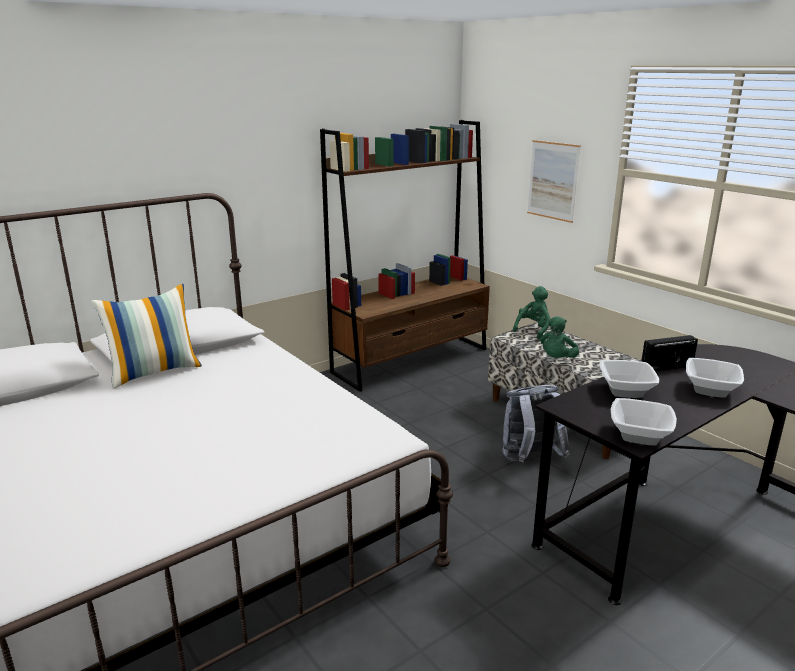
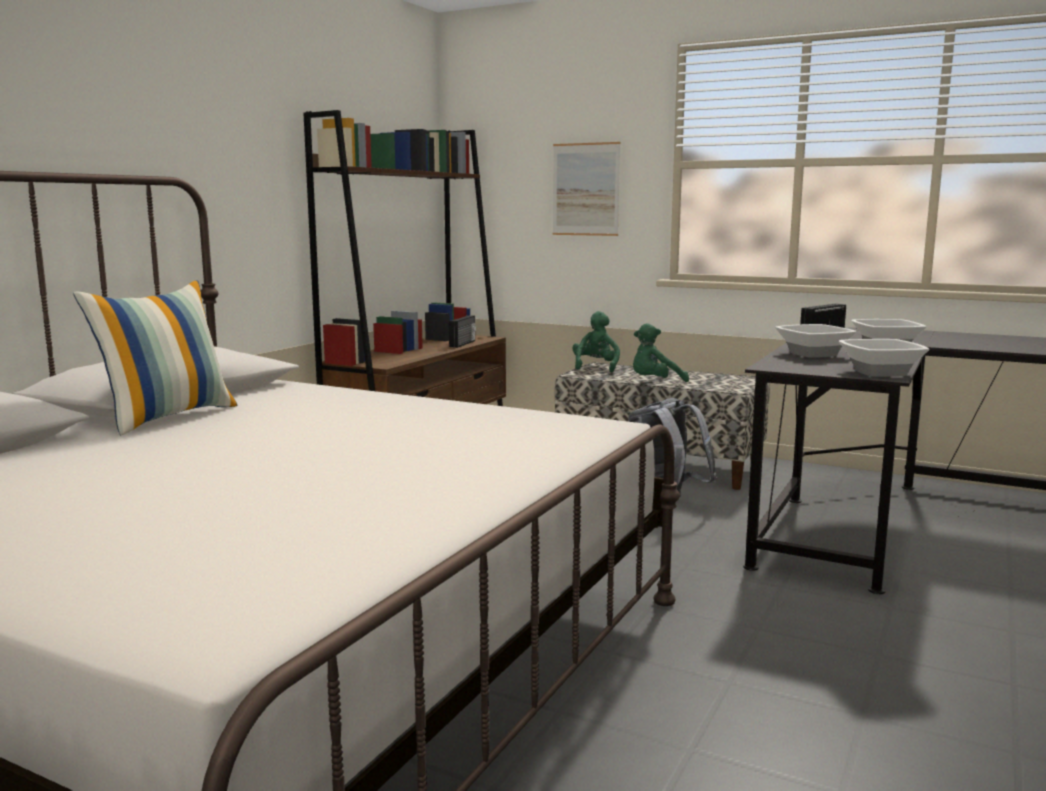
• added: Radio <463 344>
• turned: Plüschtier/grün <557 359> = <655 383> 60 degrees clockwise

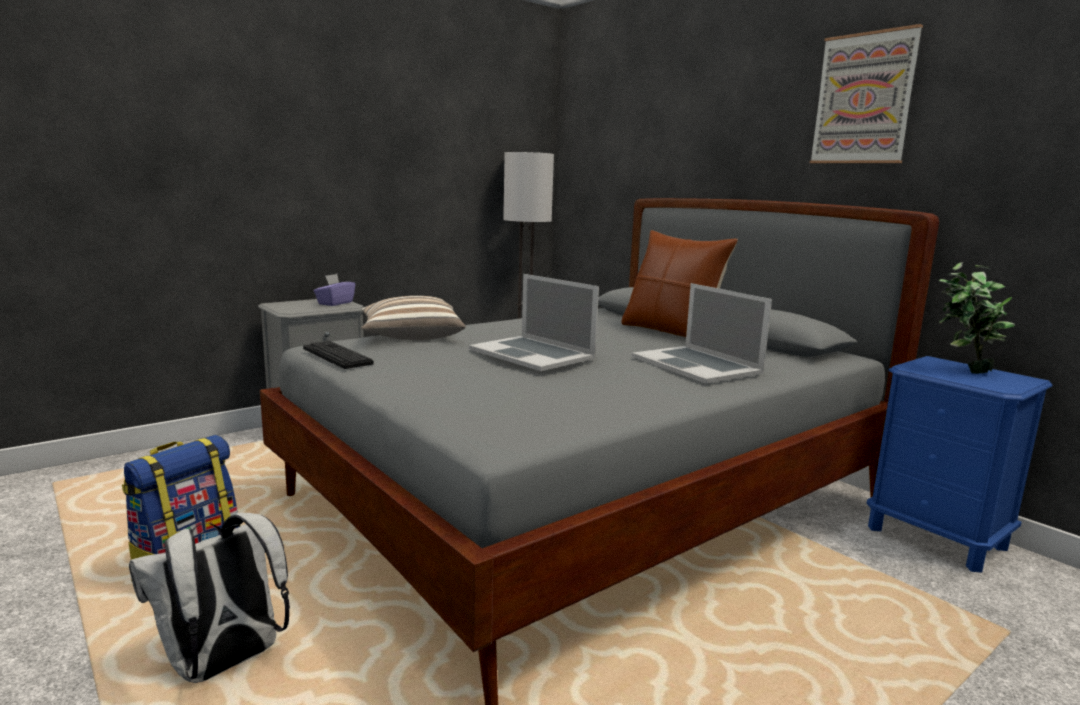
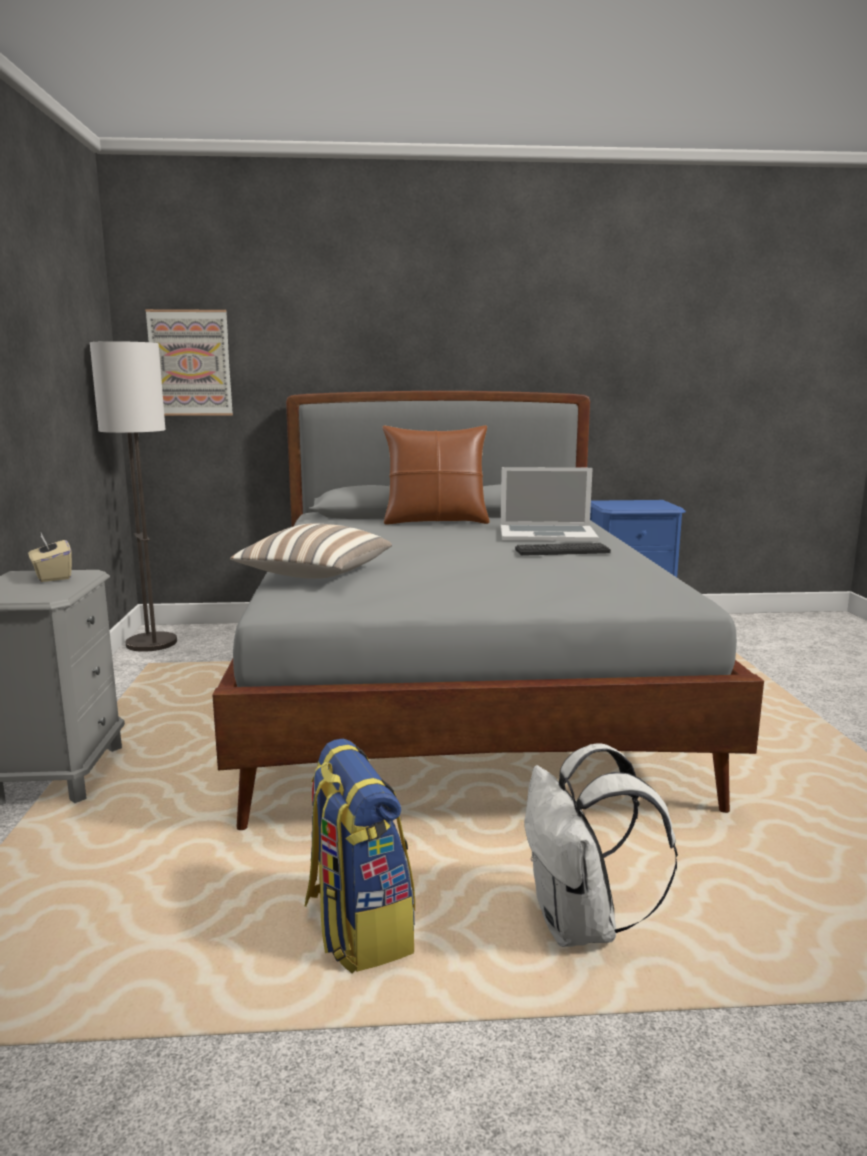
• recoloured: Taschentuchbox/lila <335 303> to Taschentuchbox/beige <52 576>
• moved: Bild <863 99> to <190 363>
• moved: Tastatur <337 356> to <562 551>
• removed: Laptop <532 353>
• removed: Topfpflanze <963 371>

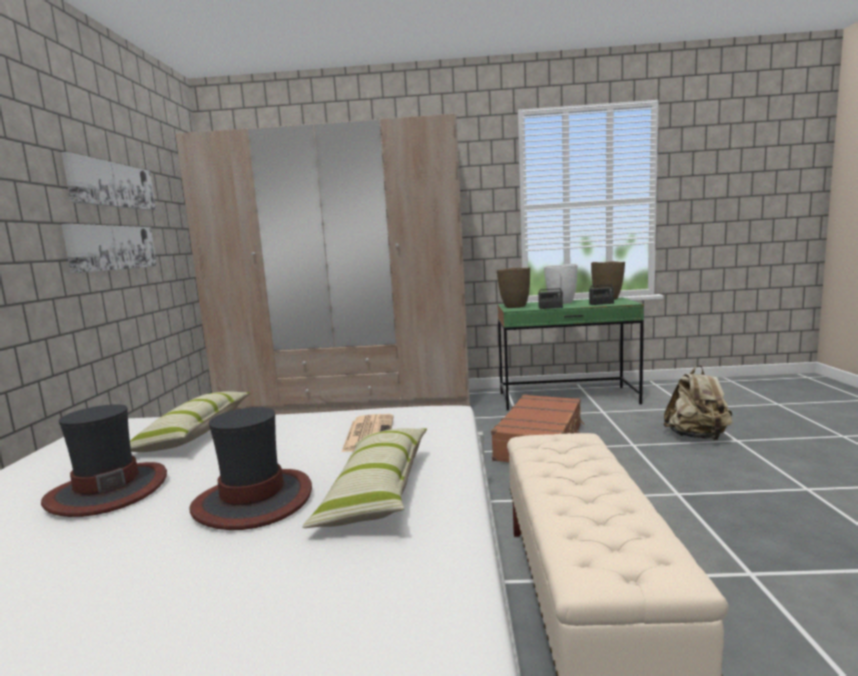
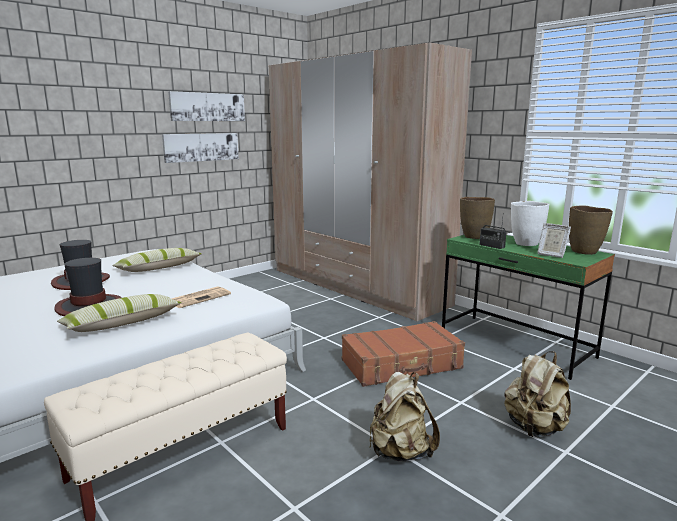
• added: Rucksack/beige <400 452>
• replaced: Radio <601 303> to Bilderrahmen <551 255>

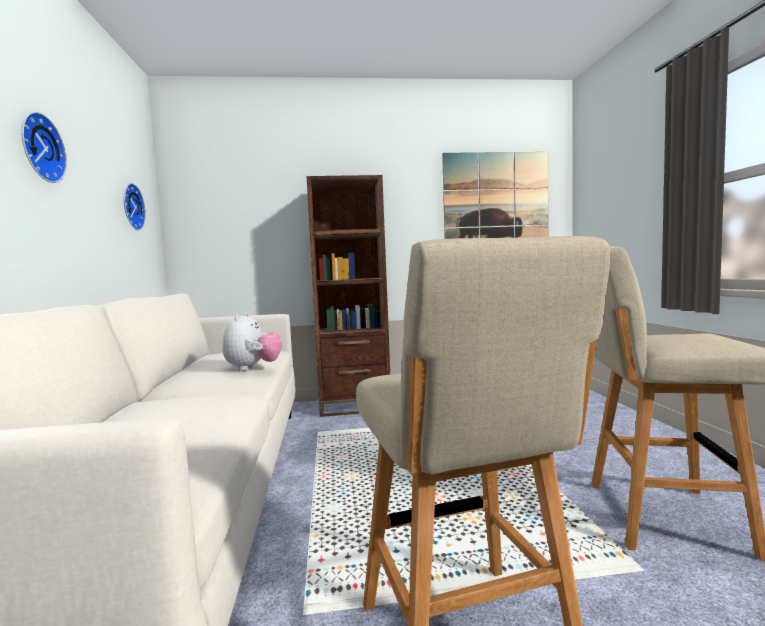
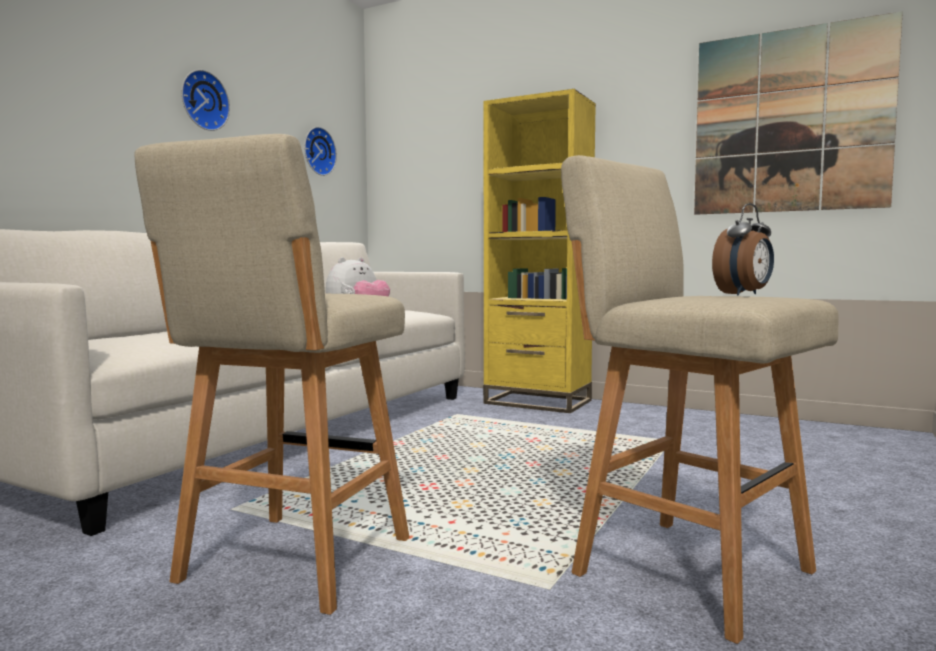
• recoloured: Bücherregal/braun <355 406> to Bücherregal/gelb <537 402>
• added: Wecker <744 294>

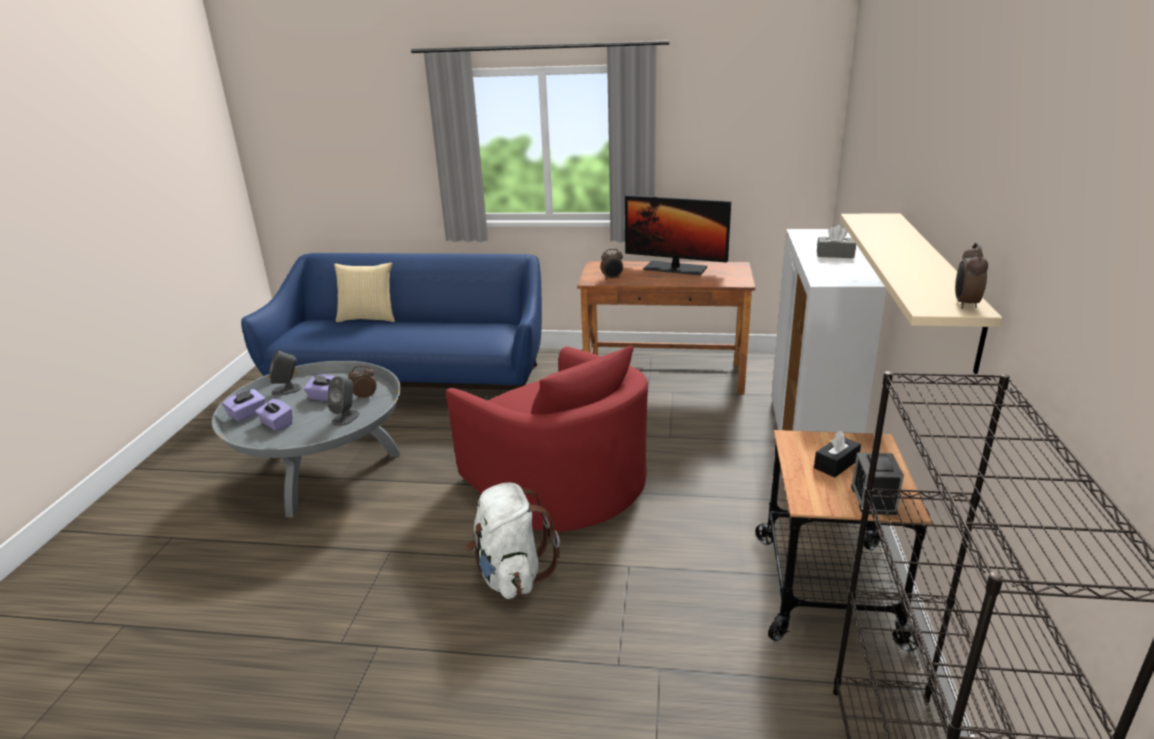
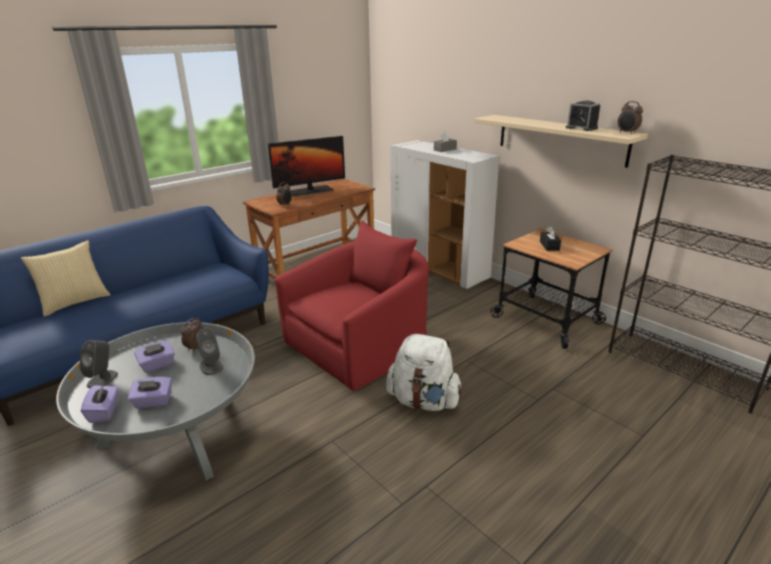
• turned: Sessel/rot <558 483> = <361 346> 45 degrees counterclockwise
• moved: Wecker <873 499> to <581 128>

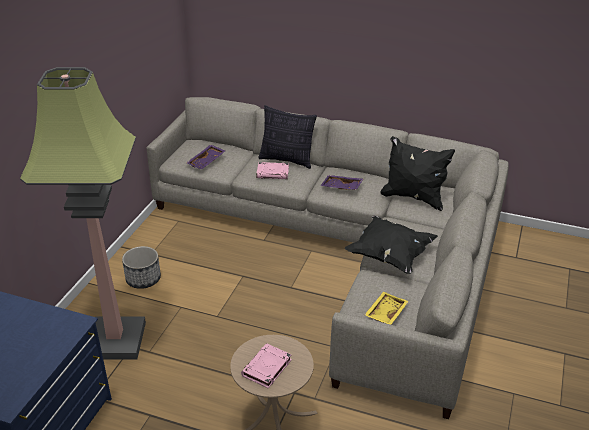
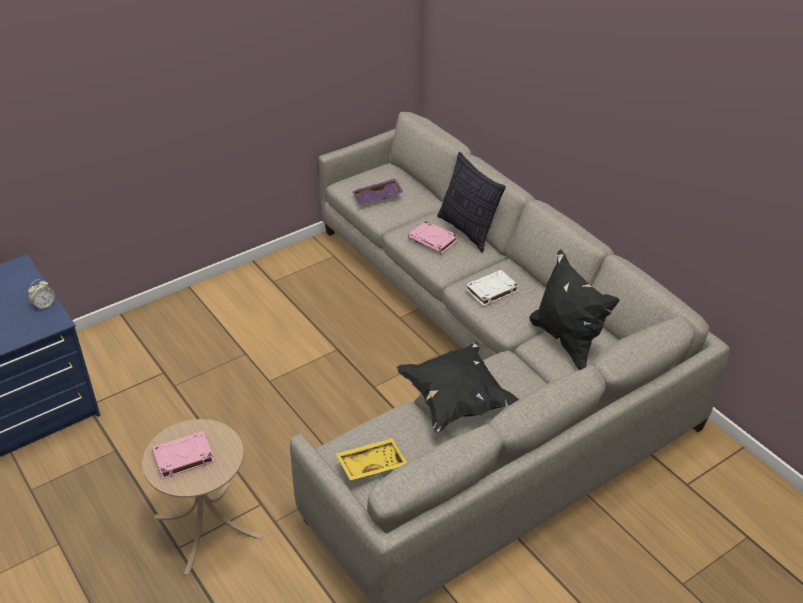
• added: Wecker <44 305>
• replaced: Tablett/lila <341 187> to Buch/weiß <491 291>
• removed: Stehlampe <116 341>
• removed: Pflanzkübel <143 279>

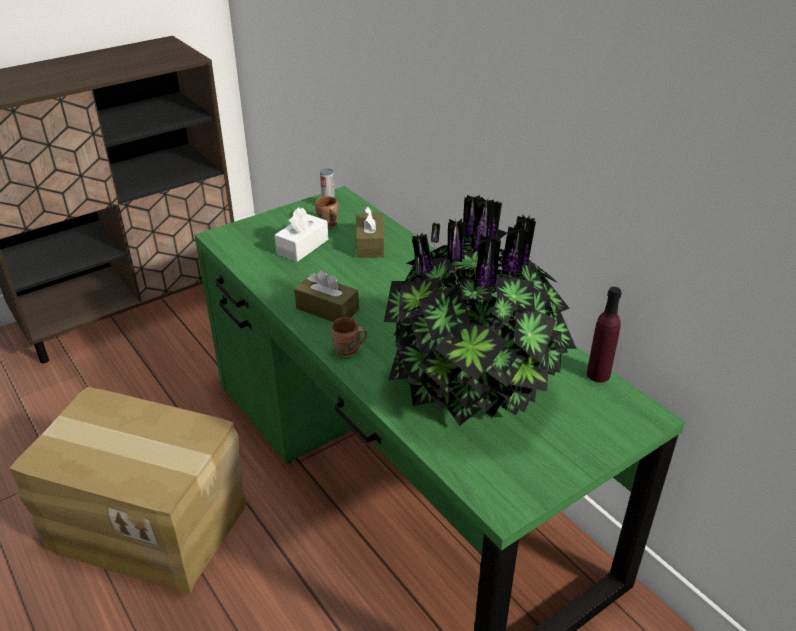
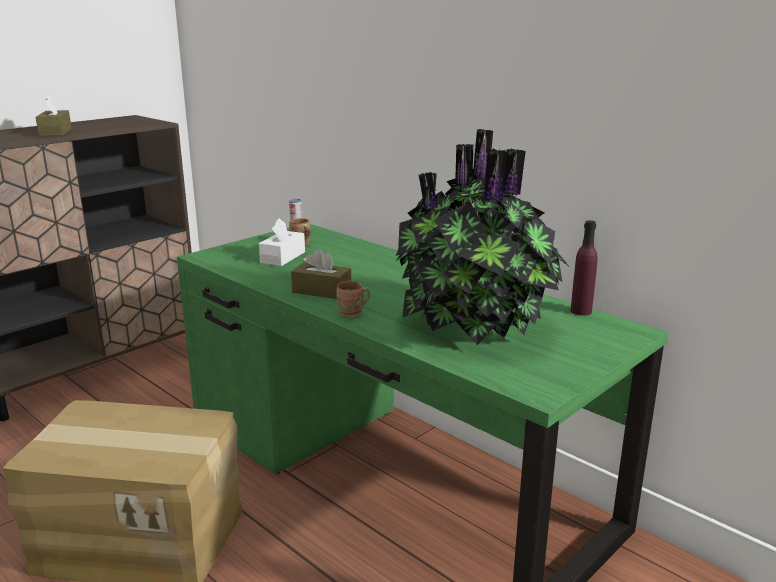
• moved: Taschentuchbox/braun <370 244> to <55 132>

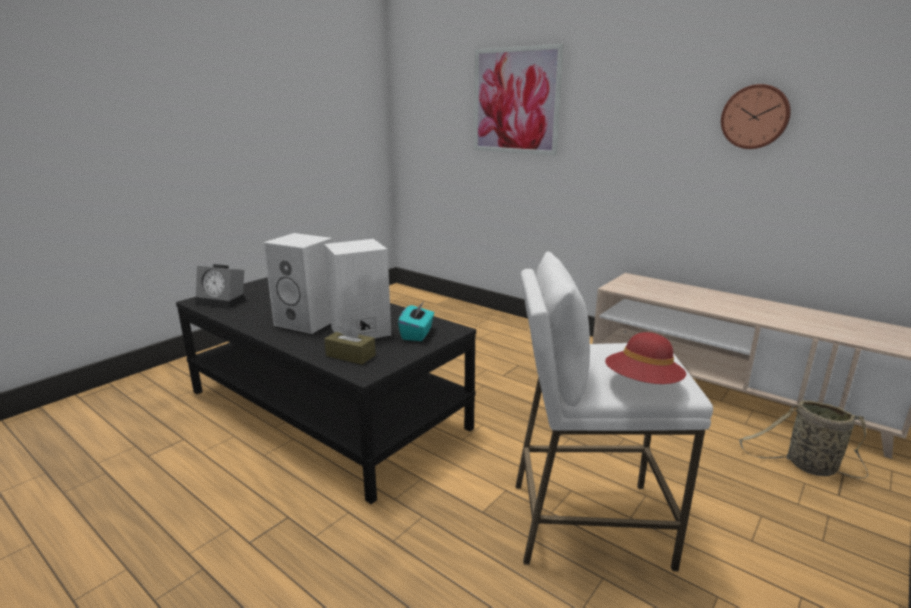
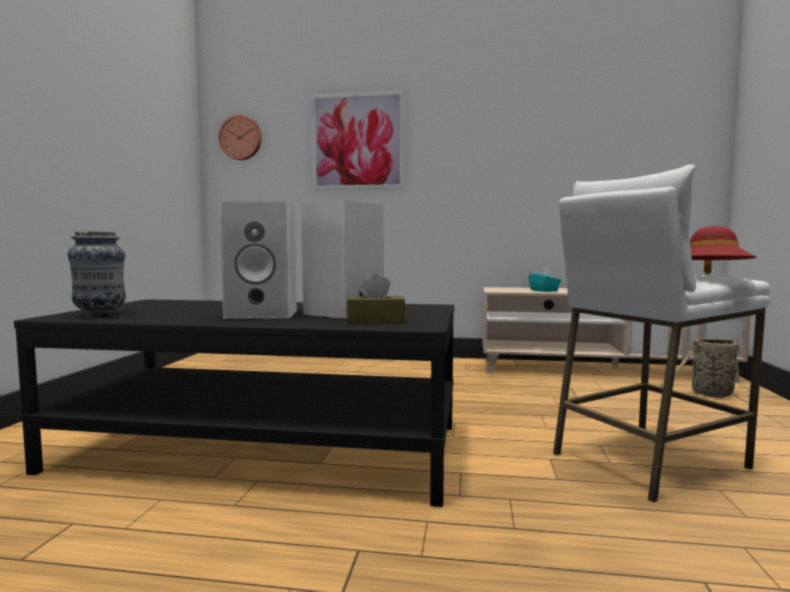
• replaced: Wecker <223 301> to Vase <100 315>
• moved: Wanduhr <755 117> to <241 138>
• moved: Taschentuchbox/türkis <417 334> to <544 290>

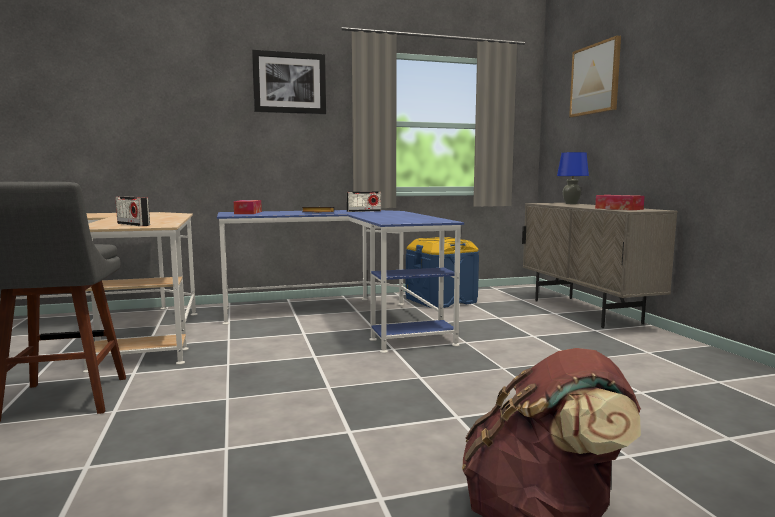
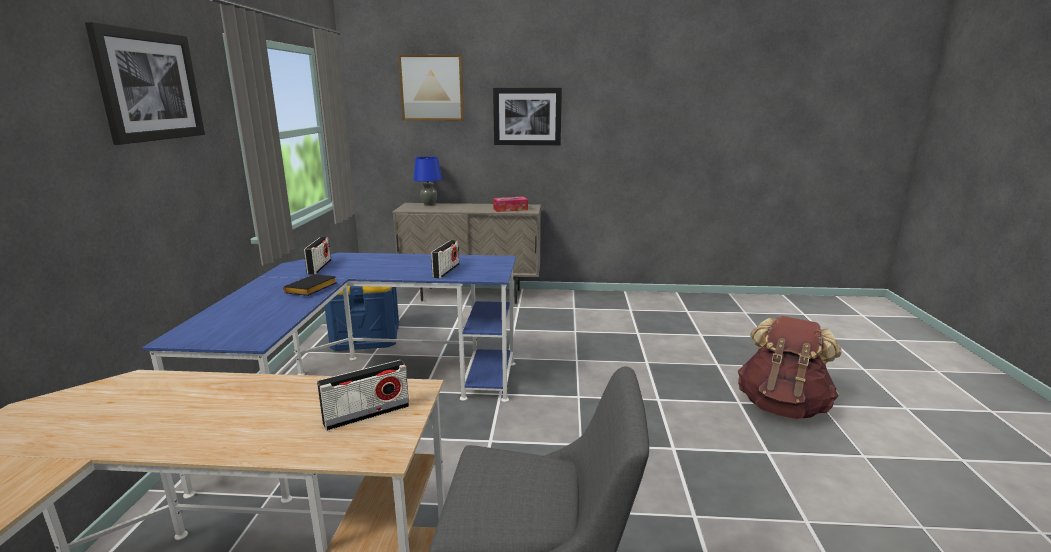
• added: Radio <446 271>
• added: Bild <527 116>
• removed: Taschentuchbox <248 213>

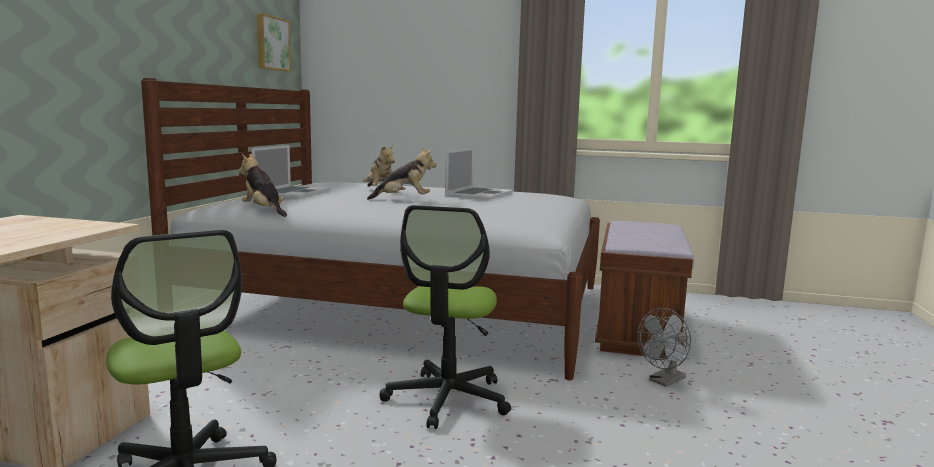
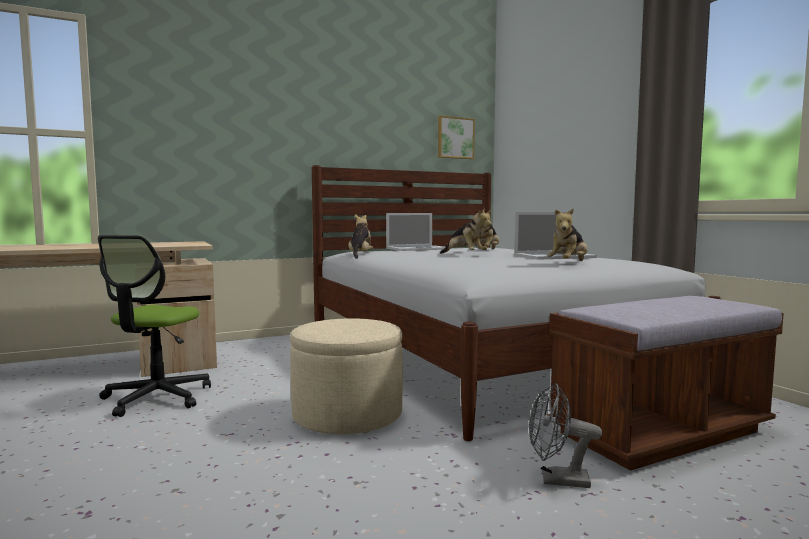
• replaced: Bürostuhl <447 399> to Polsterhocker/beige <347 415>
• added: Plüschtier <568 263>

